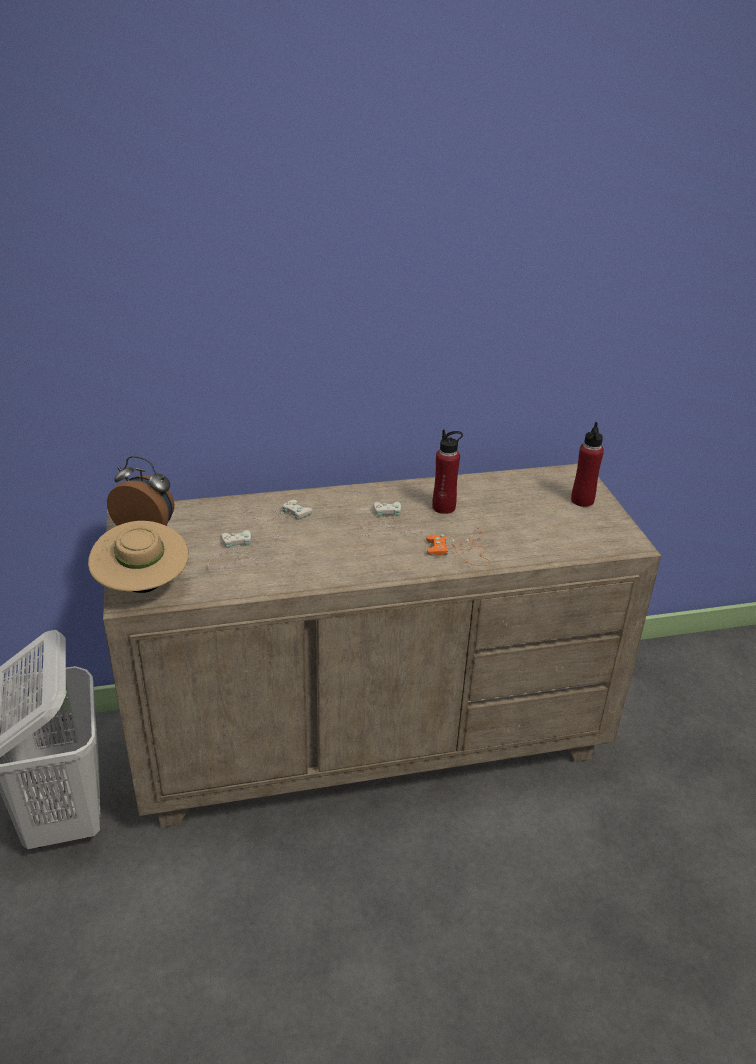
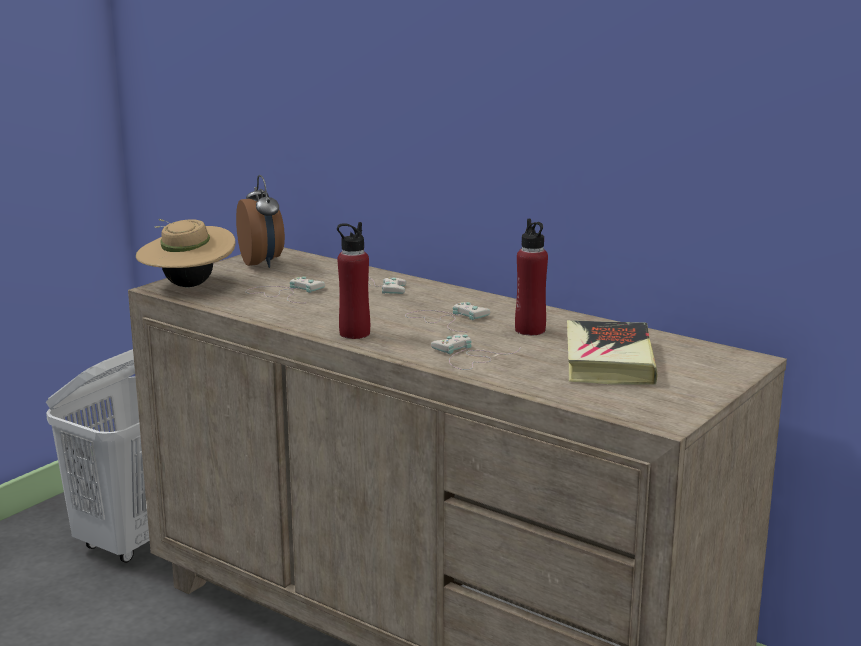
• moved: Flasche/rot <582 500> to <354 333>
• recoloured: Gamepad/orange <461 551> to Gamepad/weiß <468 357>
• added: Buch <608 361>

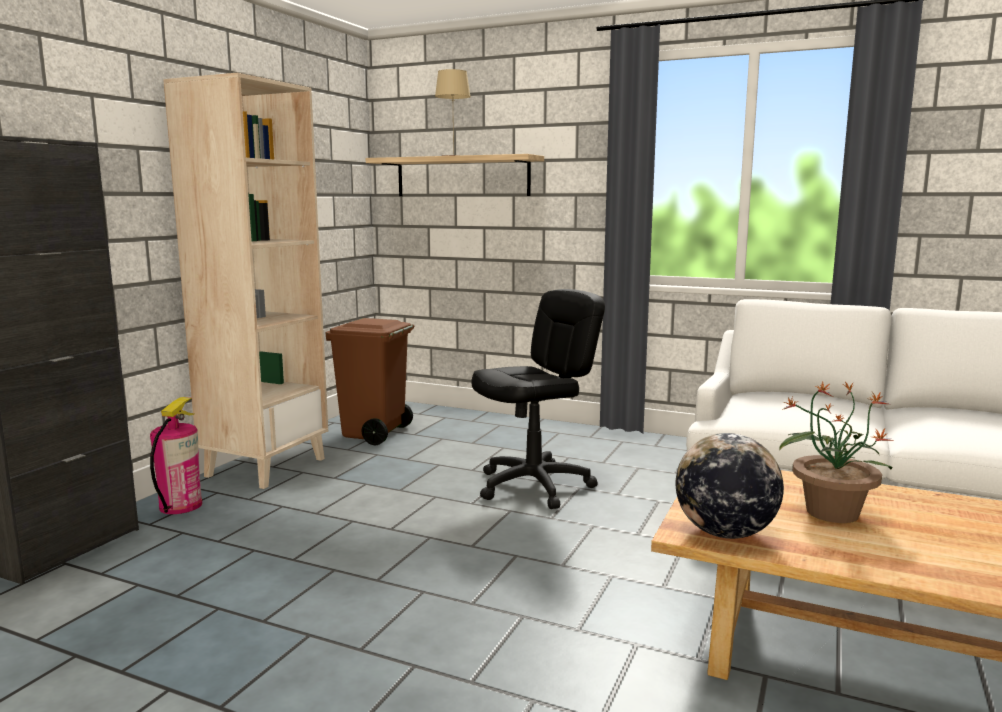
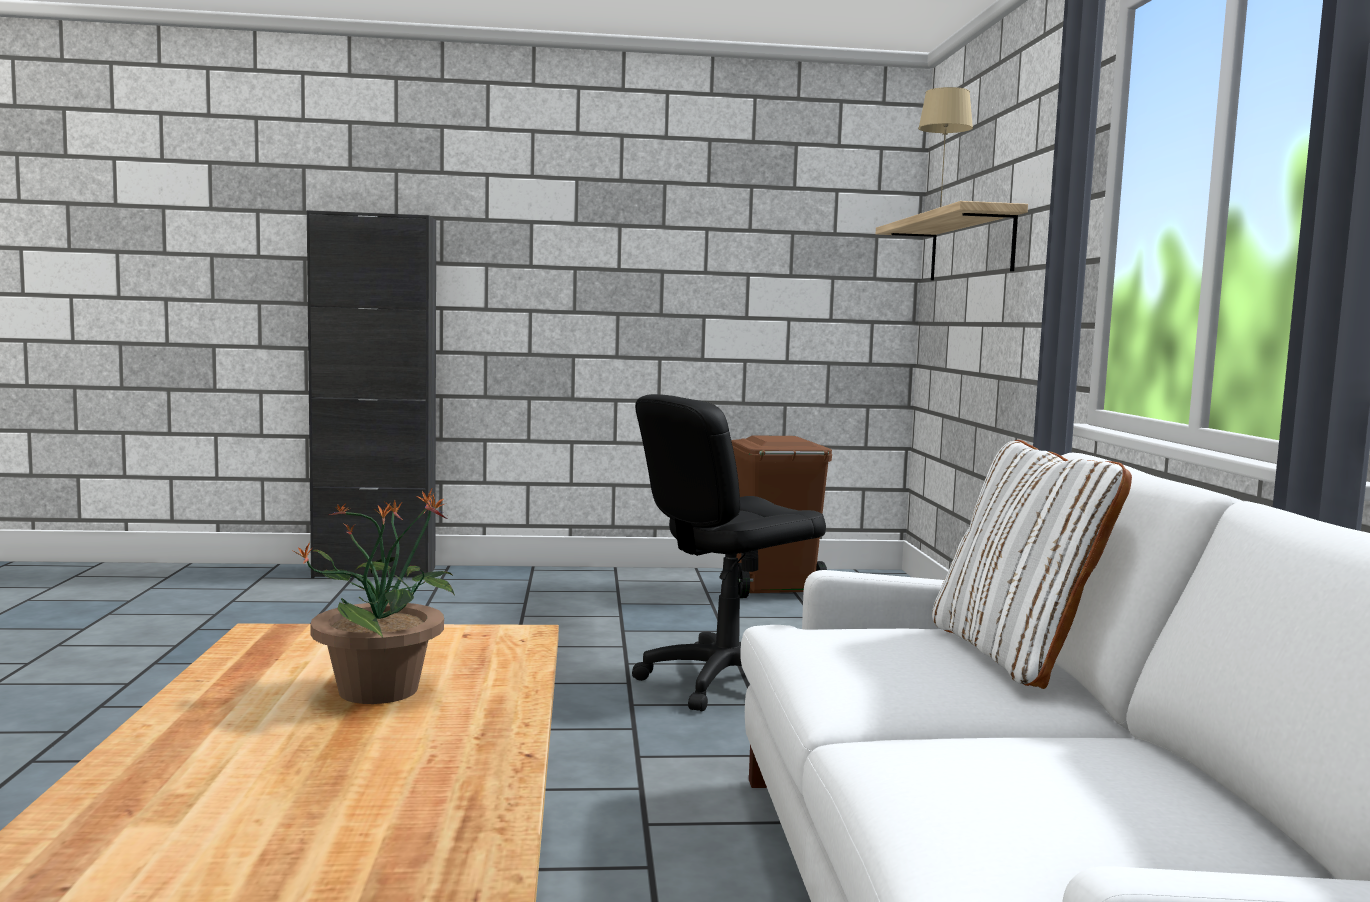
• turned: Bürostuhl/schwarz <534 486> = <724 681> 120 degrees clockwise
• added: Kissen/weiß <1014 654>
• removed: Feuerlöscher <180 506>
• removed: Bücherregal/beige <266 467>
• removed: Globus <725 533>

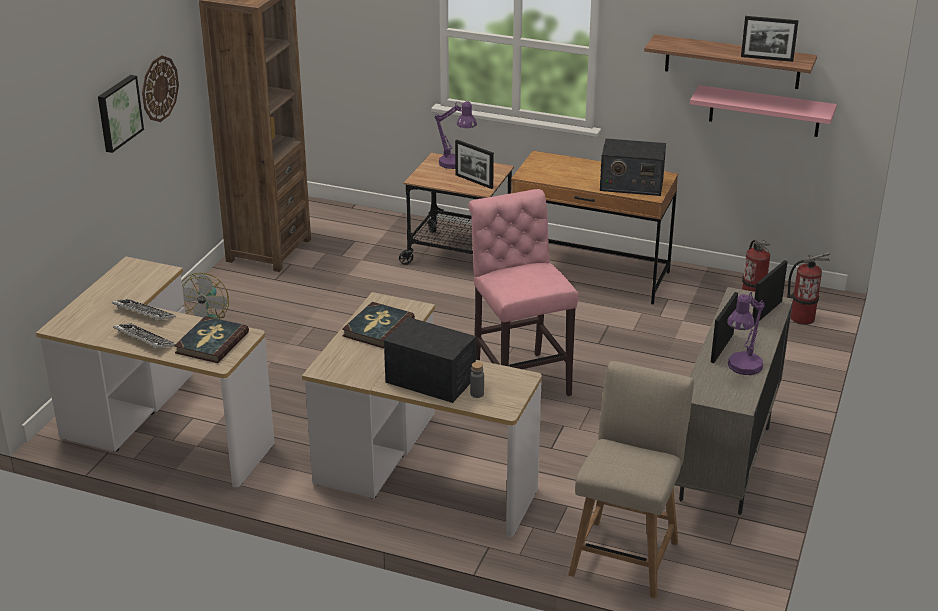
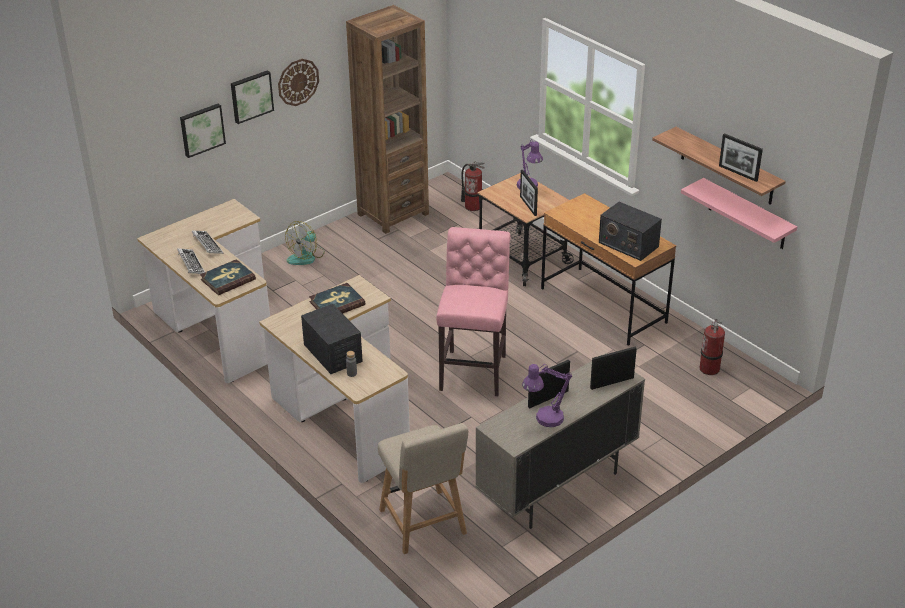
• added: Bild <201 129>
• turned: Stuhl/beige <625 554> = <424 524> 105 degrees clockwise
• moved: Feuerlöscher <802 318> to <473 206>

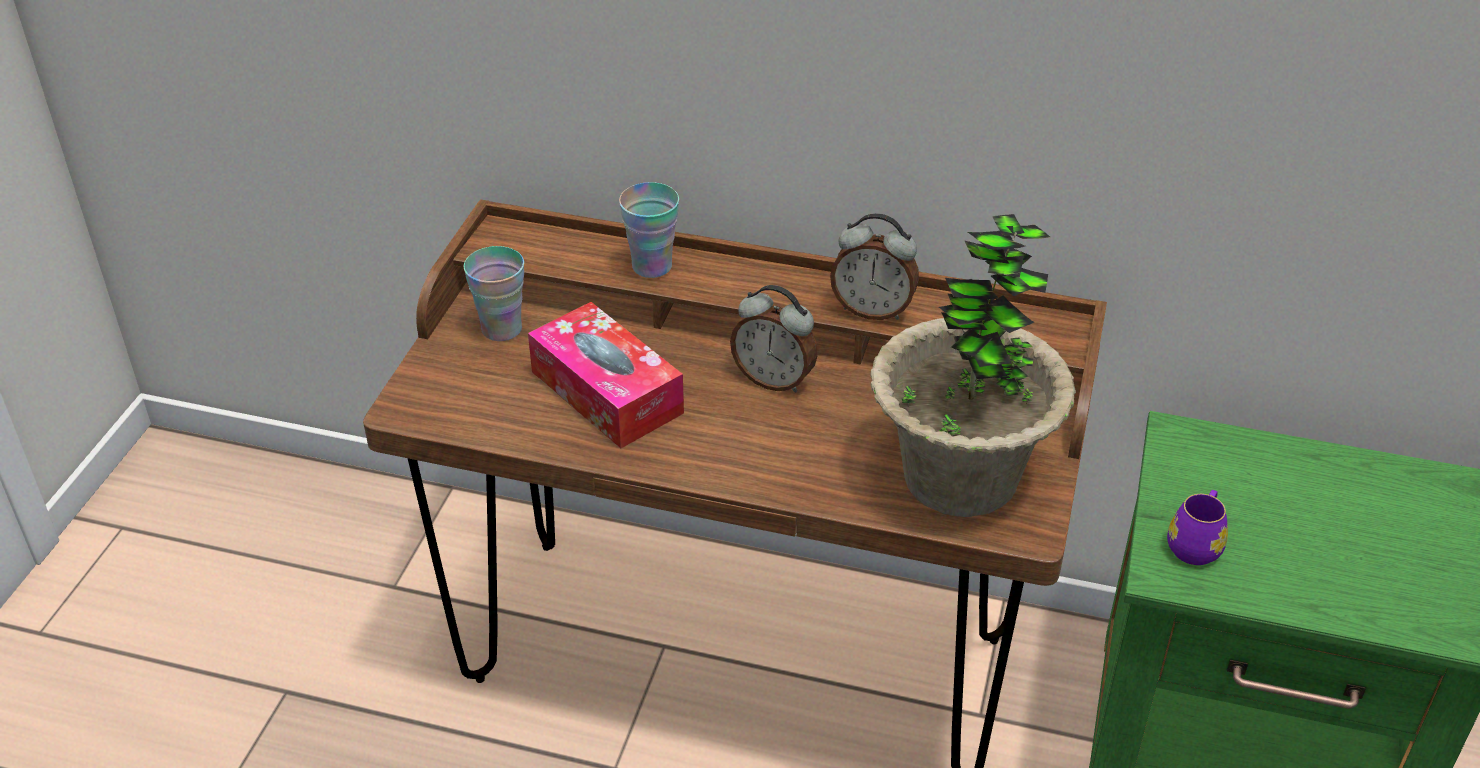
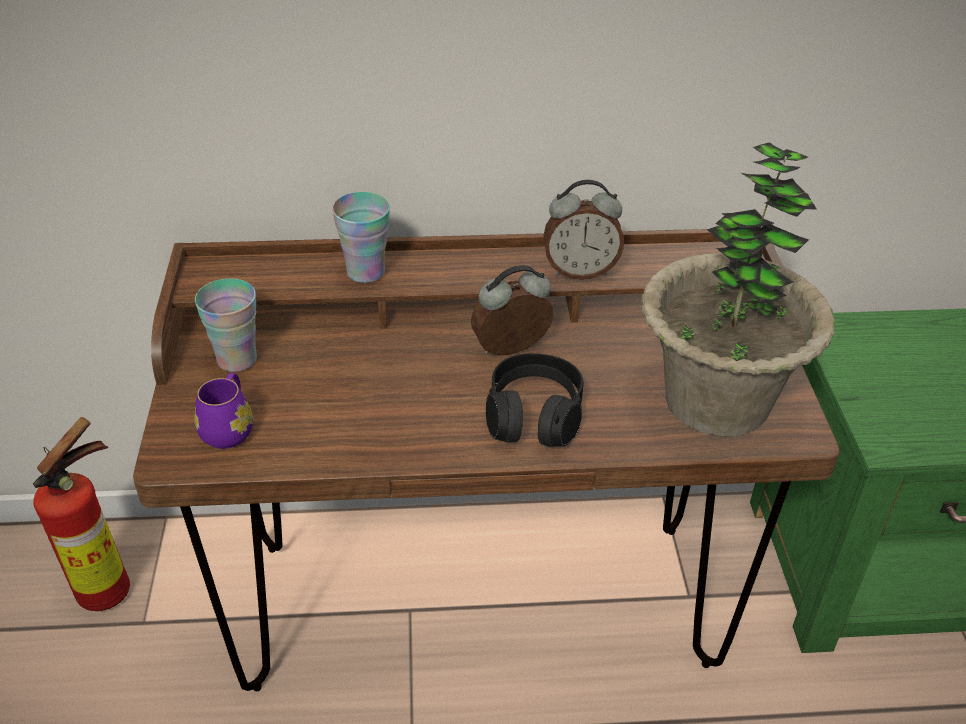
• added: Feuerlöscher <111 587>
• moved: Henkelbecher/lila <1196 544> to <229 428>
• turned: Wecker <774 379> = <512 351> 150 degrees clockwise
• added: Kopfhörer/schwarz <534 415>
• removed: Taschentuchbox <606 392>

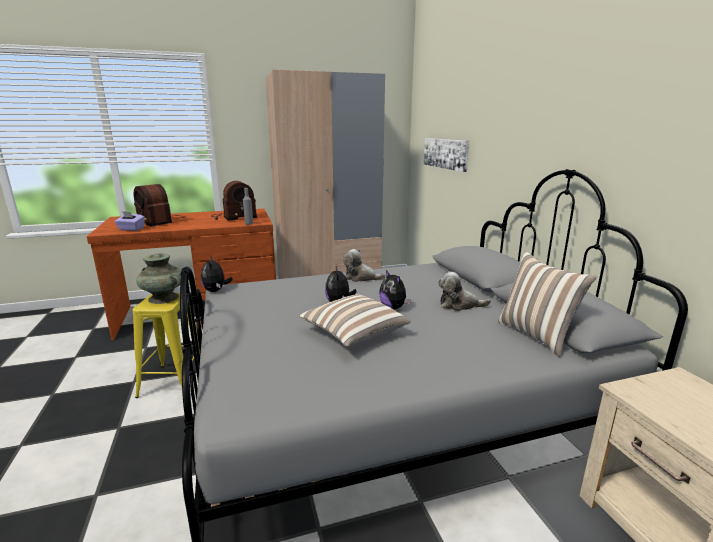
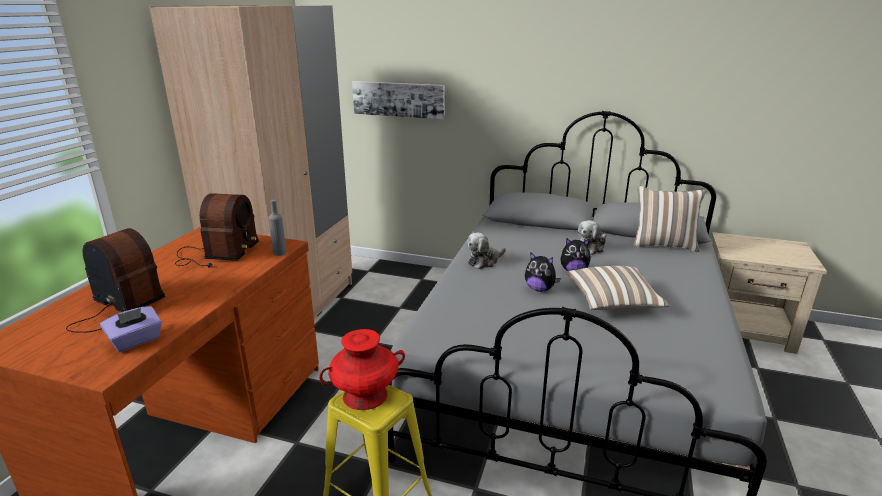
• turned: Radio <159 221> = <122 309> 135 degrees counterclockwise
• recoloured: Vase/türkis <163 298> to Vase/rot <365 395>
• removed: Plüschtier <216 290>

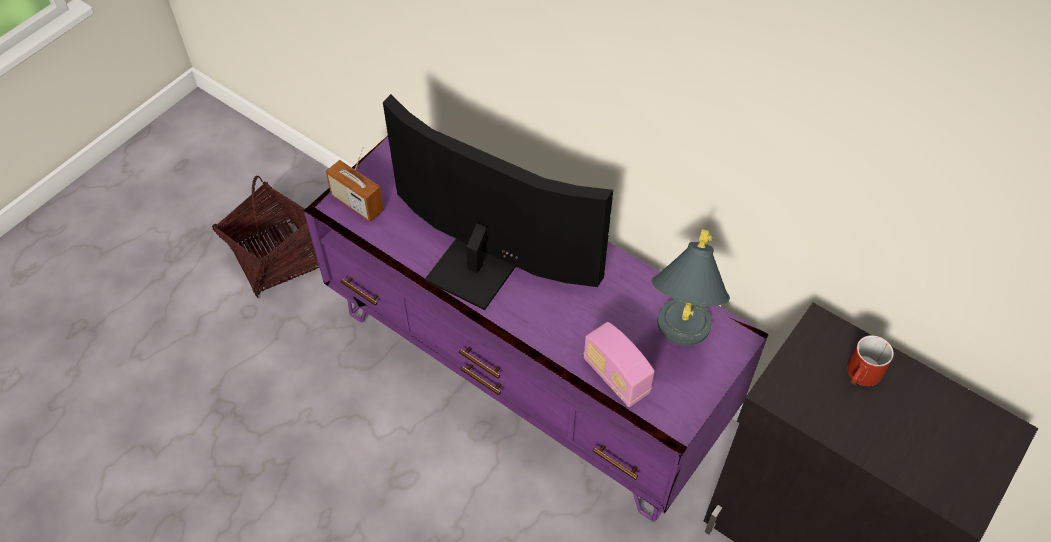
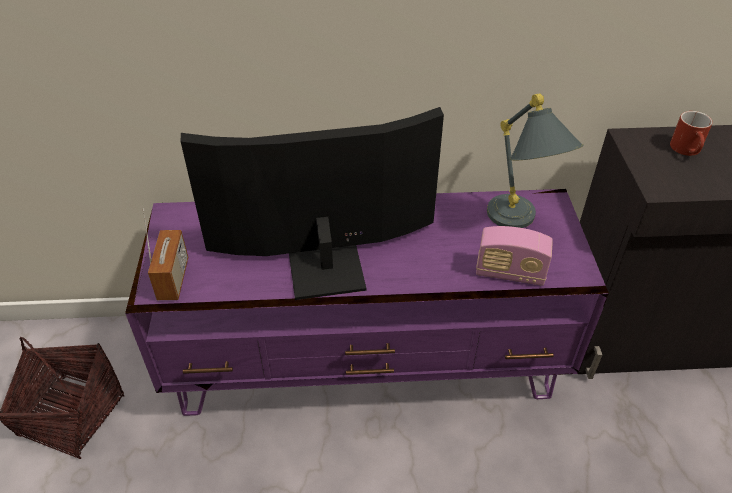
• turned: Radio <357 203> = <173 279> 90 degrees counterclockwise

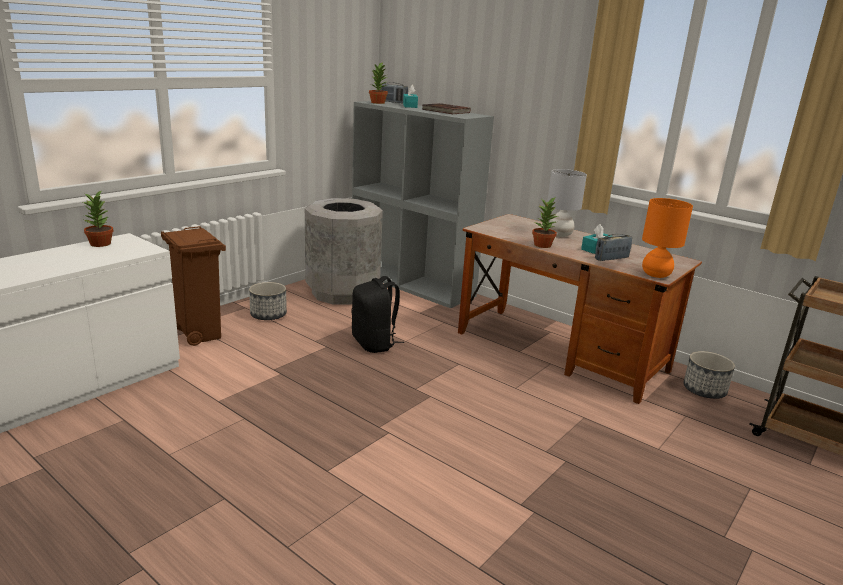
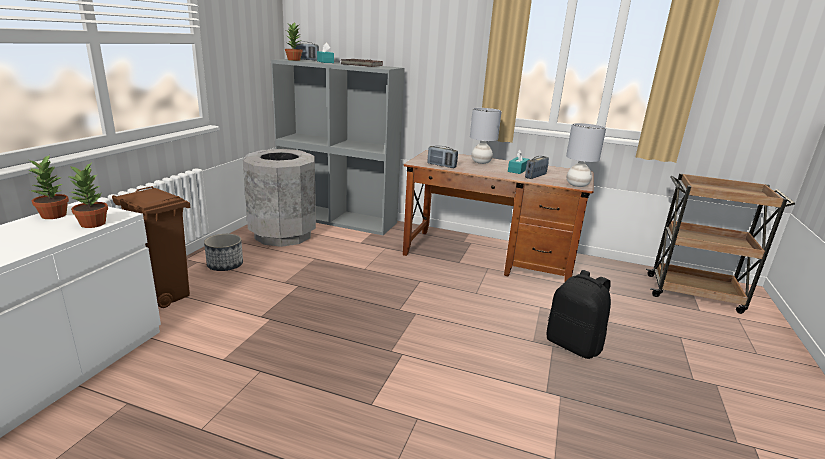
• moved: Topfpflanze <543 245> to <93 224>
• added: Radio <441 165>
• moved: Rucksack/schwarz <374 344> to <574 345>
• recoloured: Tischlampe/orange <655 275> to Tischlampe/grau <577 185>
• removed: Pflanzkübel <704 390>

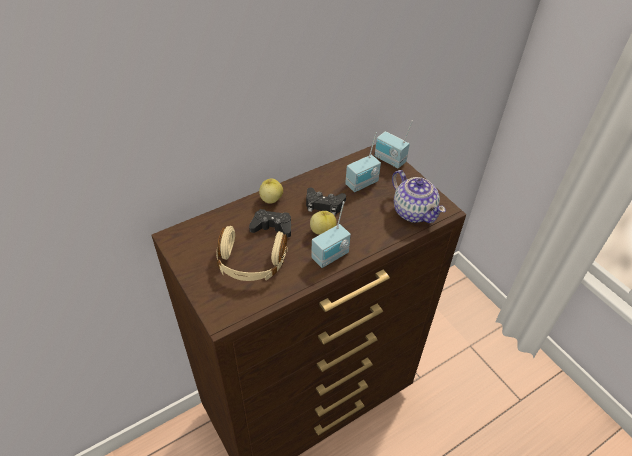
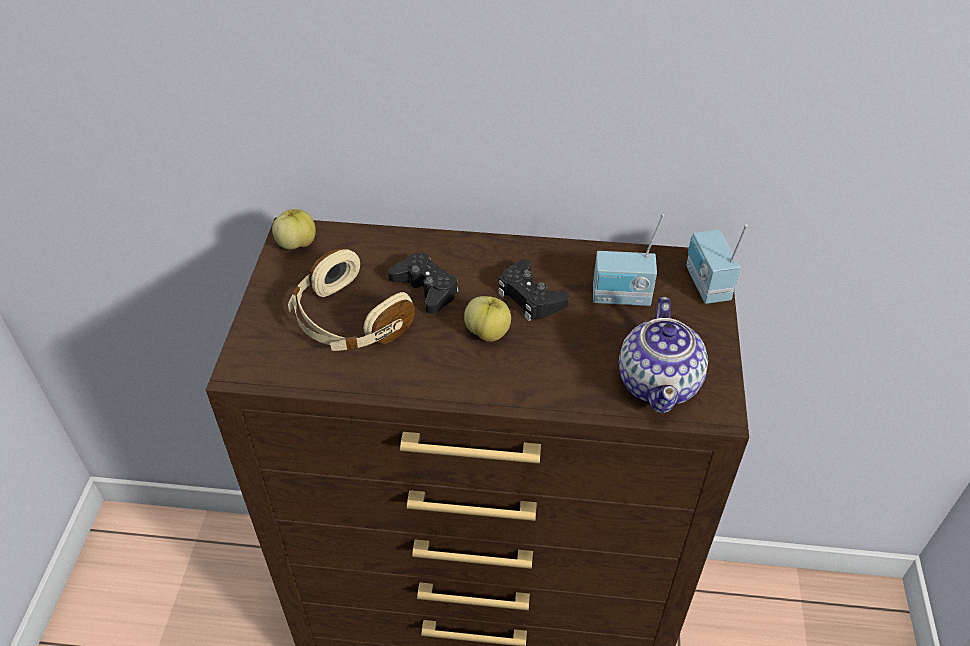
• moved: Apfel <271 199> to <297 244>
• removed: Radio <331 257>

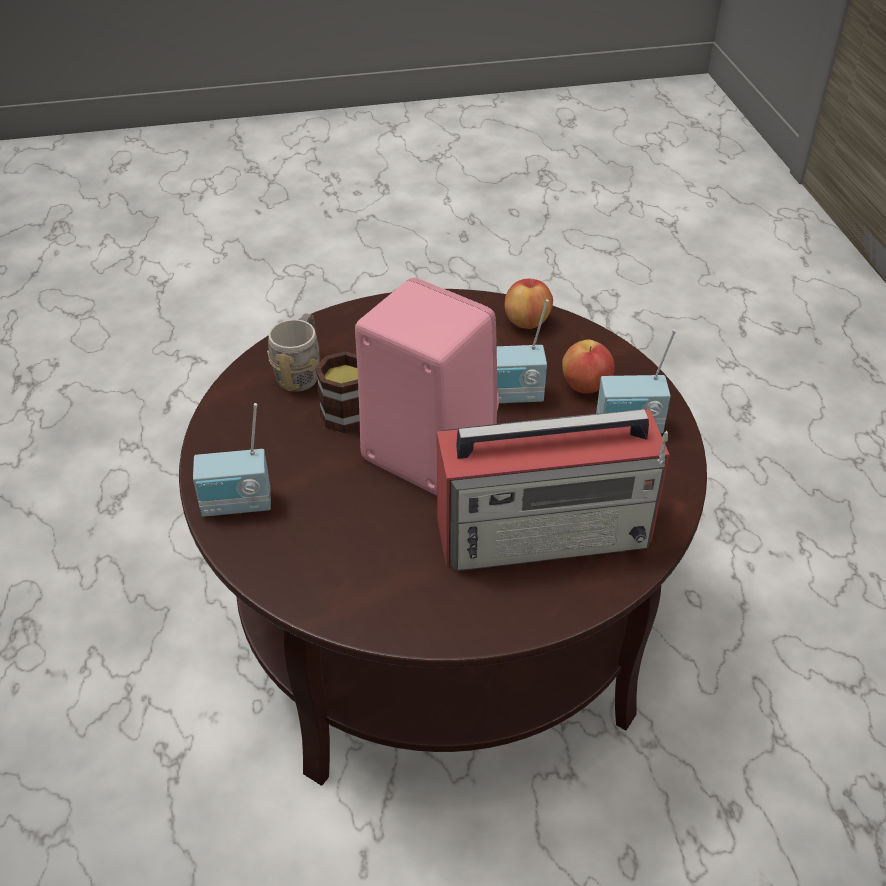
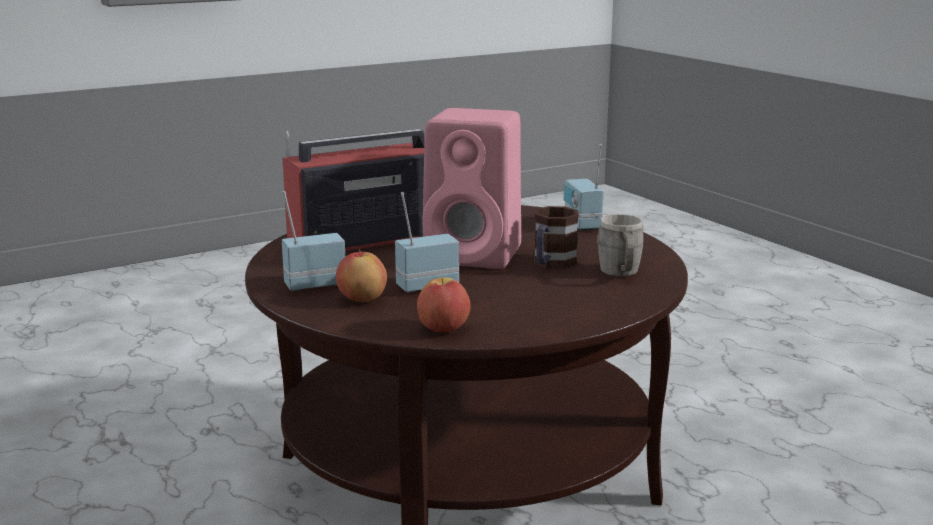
• turned: Radio <237 506> = <580 224> 75 degrees counterclockwise

